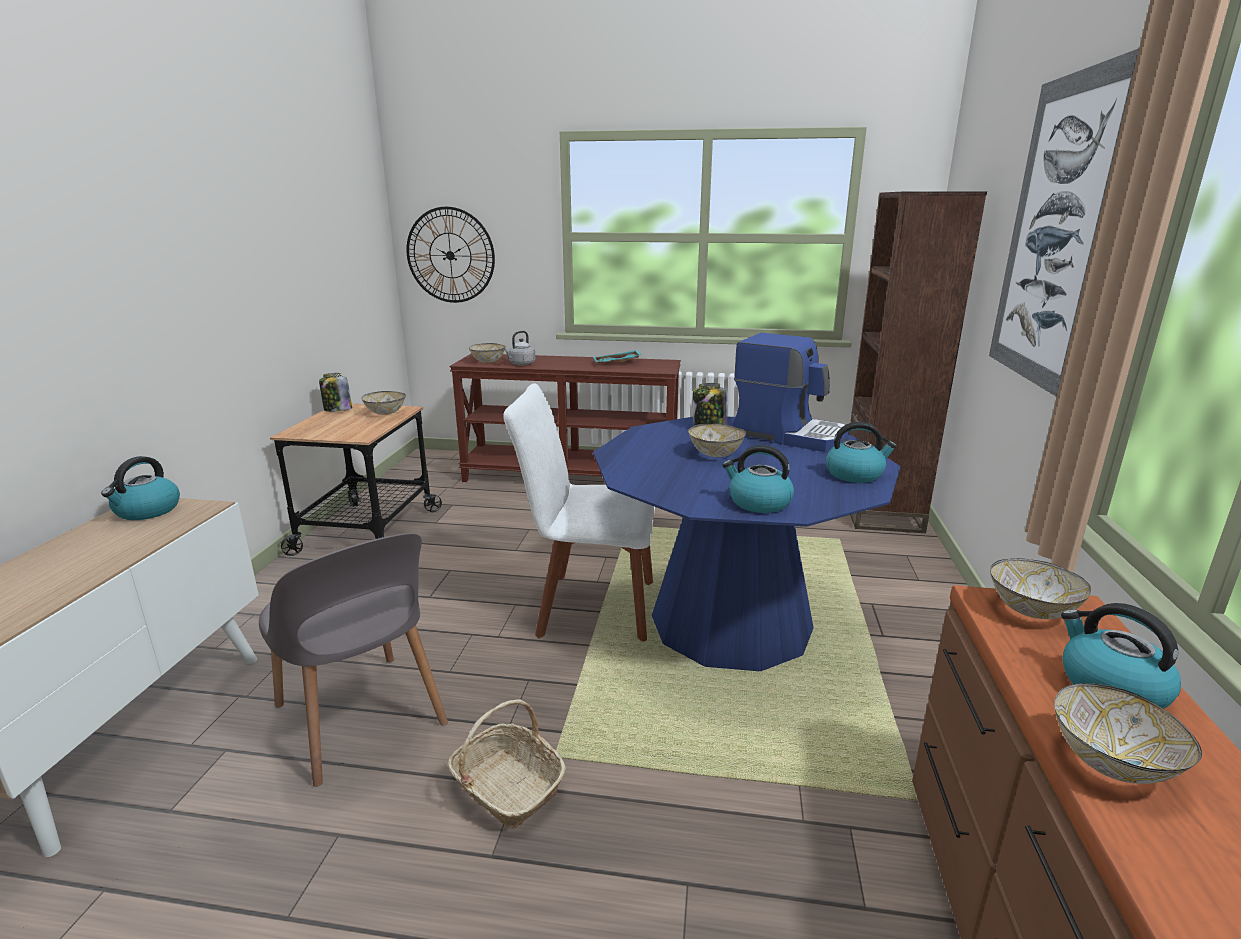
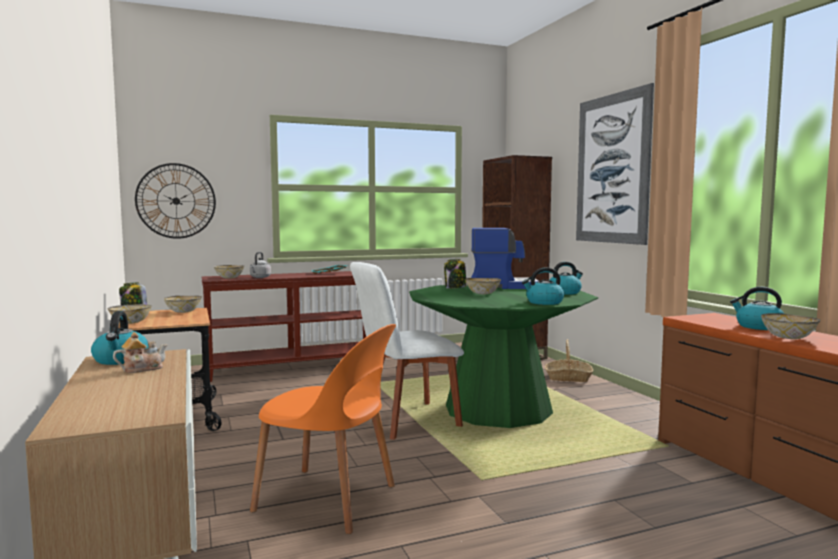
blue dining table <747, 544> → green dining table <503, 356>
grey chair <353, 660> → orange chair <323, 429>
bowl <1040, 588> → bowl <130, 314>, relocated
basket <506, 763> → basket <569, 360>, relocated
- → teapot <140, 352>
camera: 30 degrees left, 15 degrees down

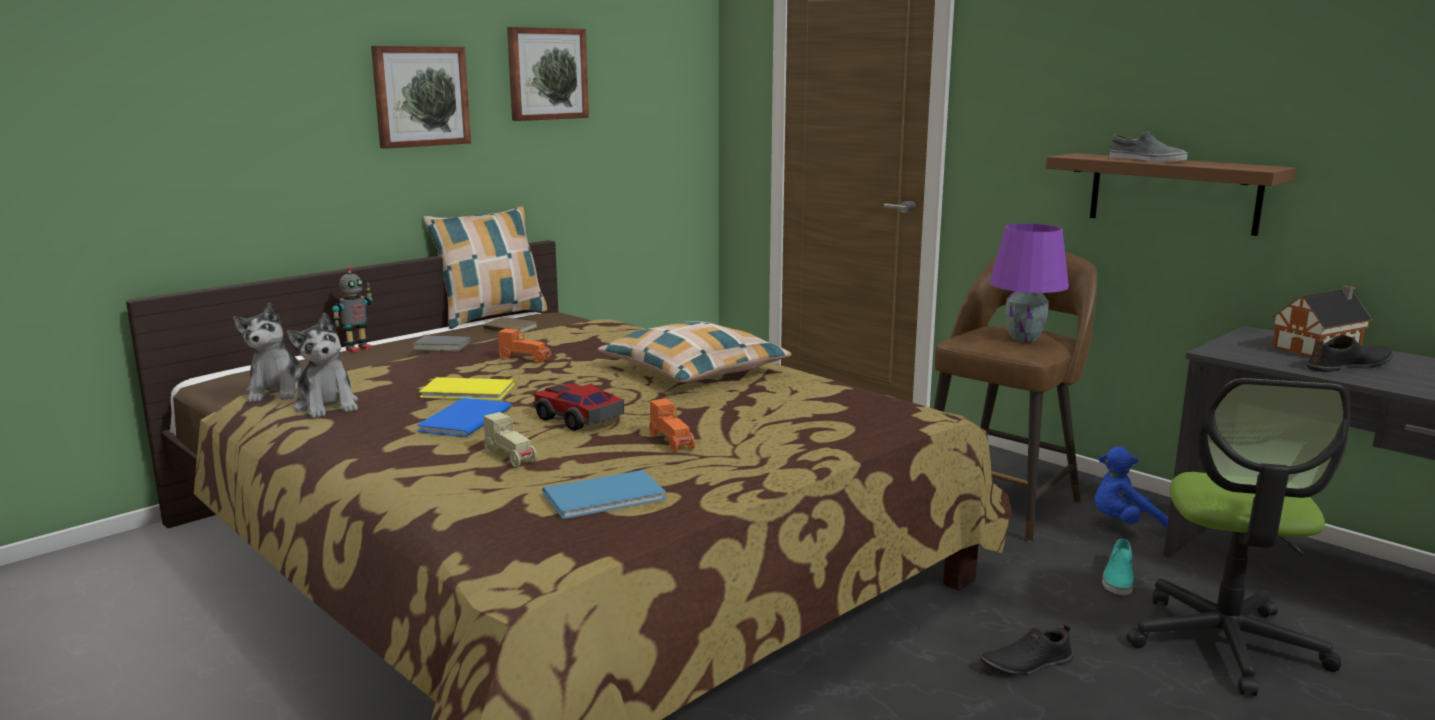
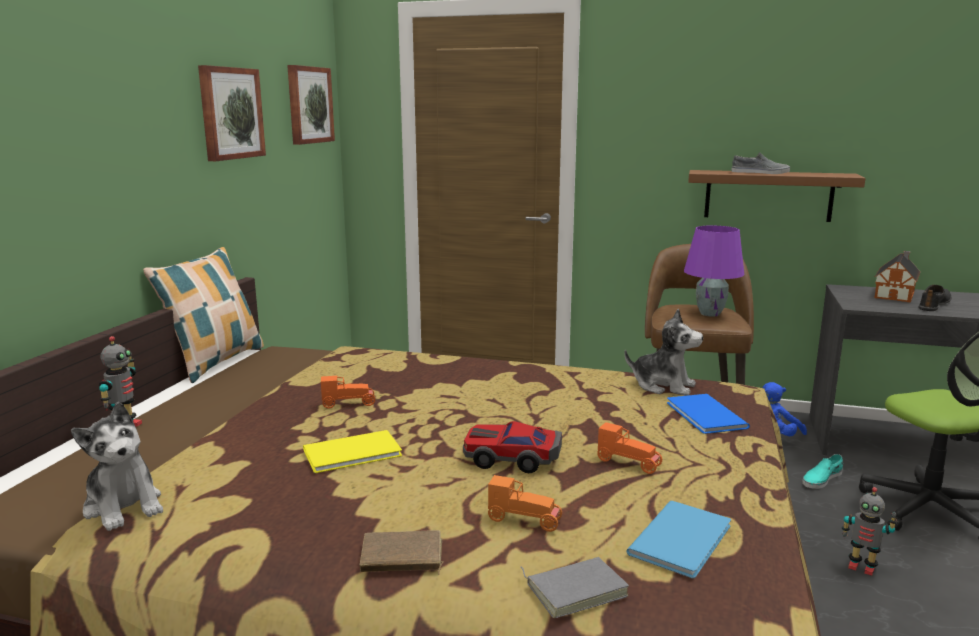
picture <421, 97> → picture <311, 105>, relocated
plush toy <322, 365> → plush toy <663, 352>, relocated
brown book <510, 325> → brown book <402, 552>, relocated
pillow <694, 352> → -
grey book <441, 342> → grey book <575, 587>, relocated
blue book <464, 417> → blue book <708, 414>, relocated
beige toy car <510, 440> → orange toy car <525, 503>
turquoise shoe <1118, 567> → turquoise shoe <822, 471>, 60 degrees clockwise
black shoe <1026, 649> → toy robot <869, 531>
camera: 30 degrees left, 0 degrees up

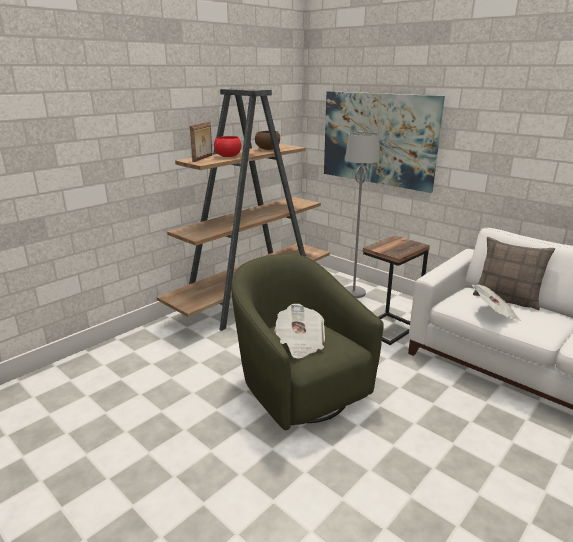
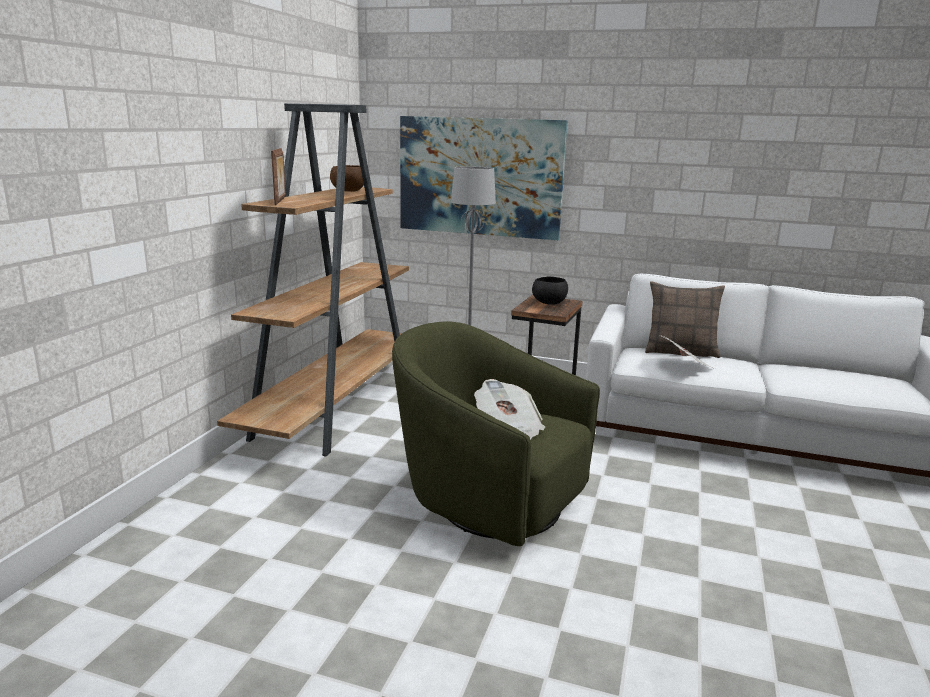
red bowl <227, 146> → -
- → black bowl <550, 291>
camera: 25 degrees left, 5 degrees down

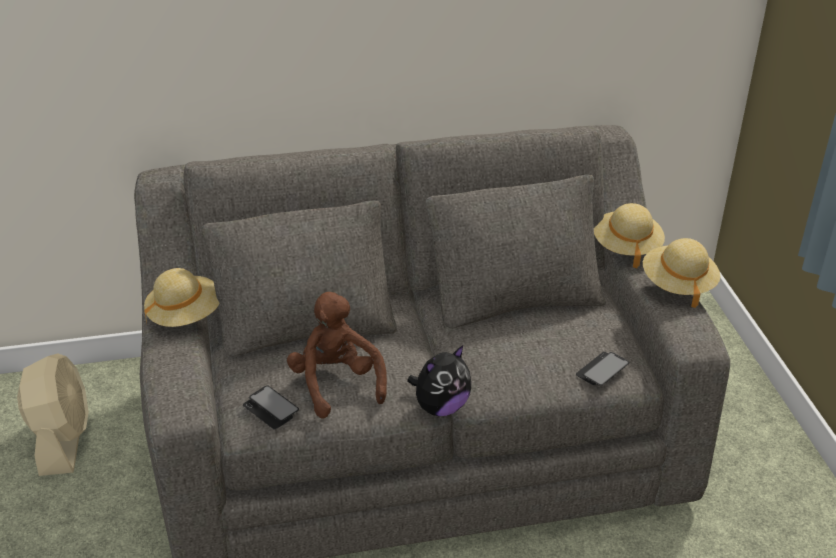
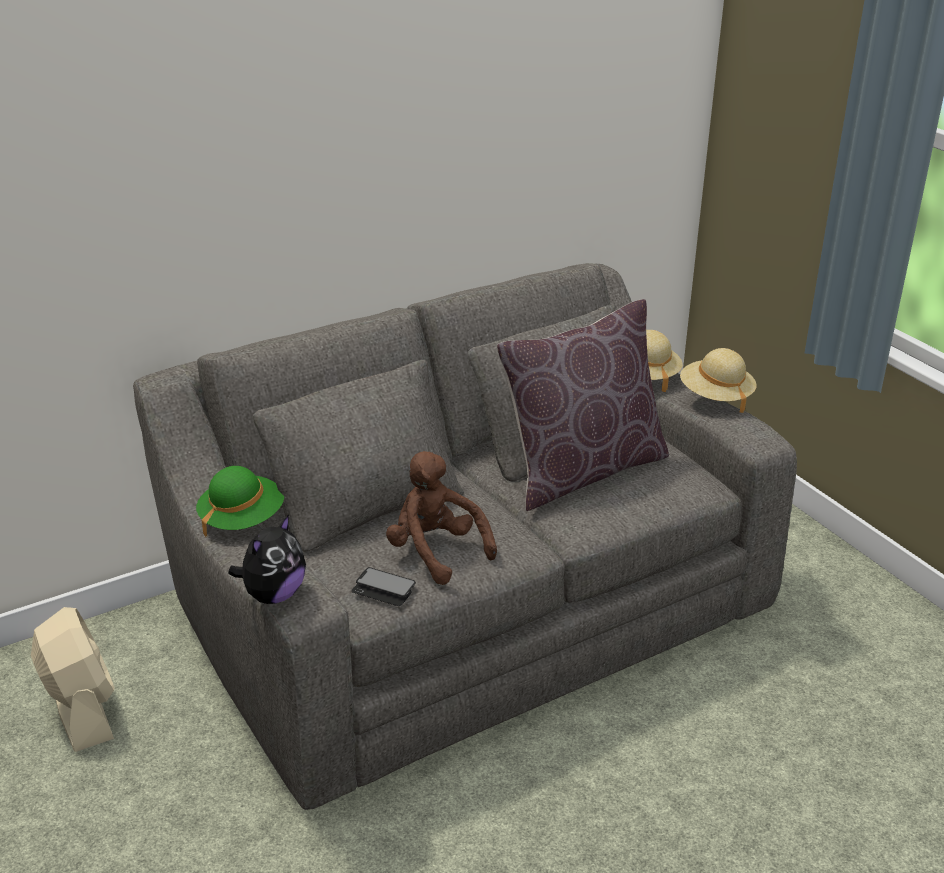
beige hat <182, 297> → green hat <240, 501>
plush toy <439, 380> → plush toy <267, 559>, relocated
phone <603, 369> → -
- → brown pillow <583, 405>
camera: 20 degrees left, 5 degrees down

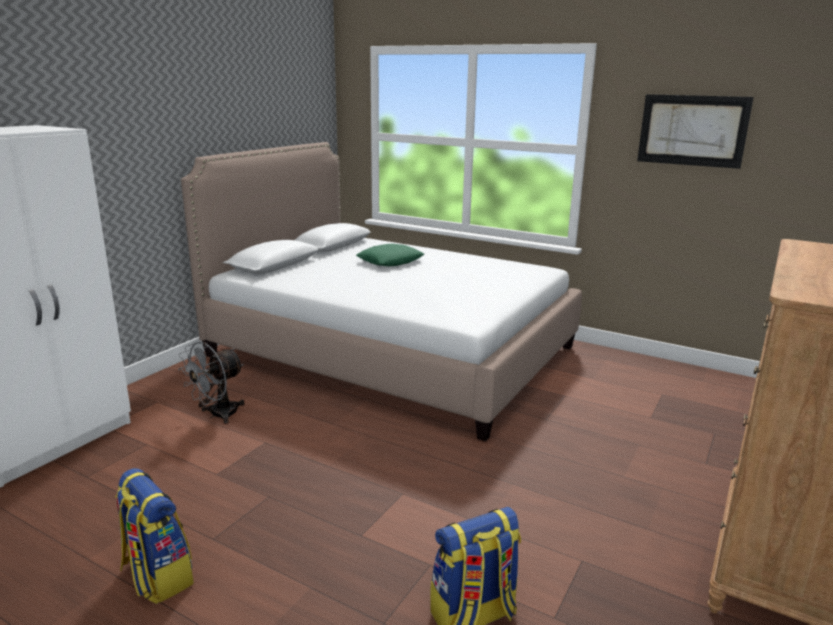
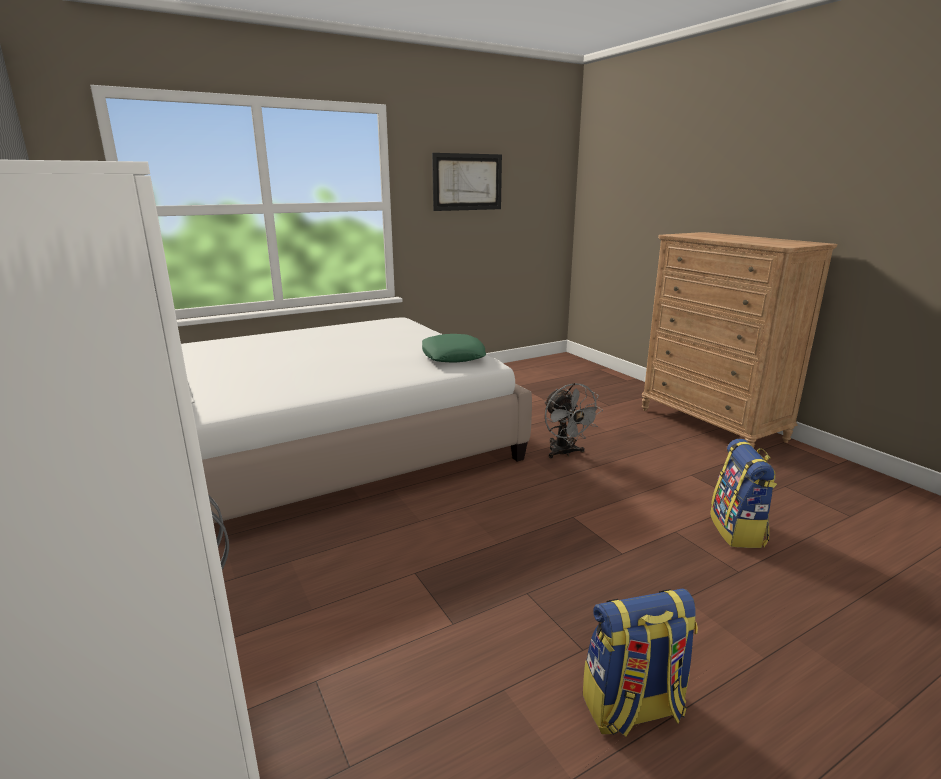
green pillow <390, 255> → green pillow <454, 348>, relocated
grey fan <211, 382> → grey fan <573, 420>, relocated
camera: 60 degrees left, 0 degrees up

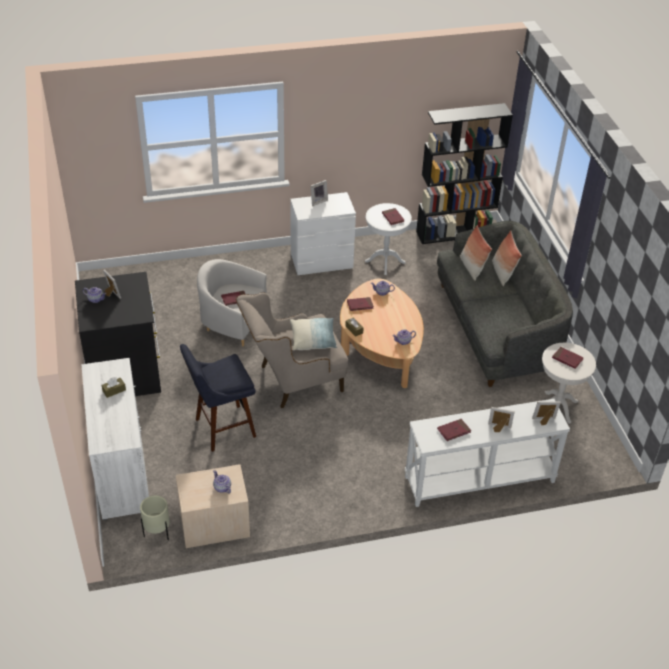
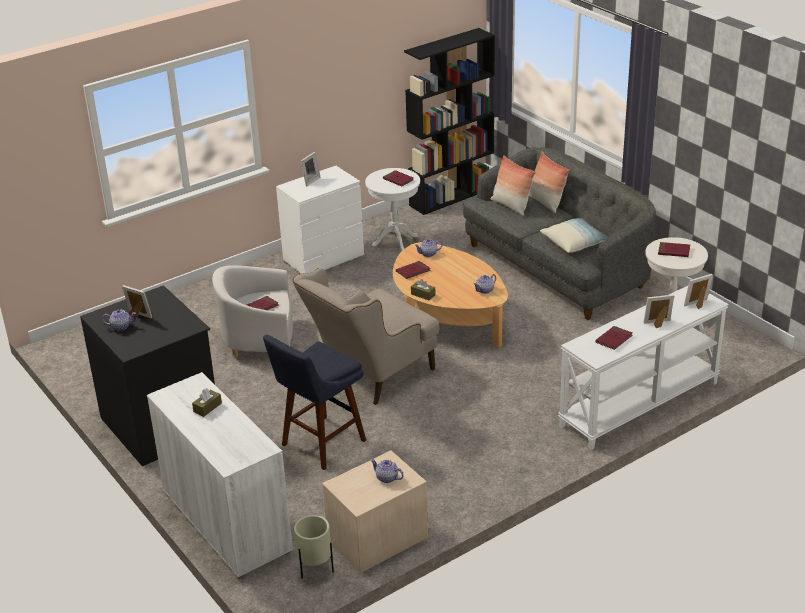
pillow <313, 334> → pillow <573, 235>, relocated
camera: 20 degrees left, 10 degrees down

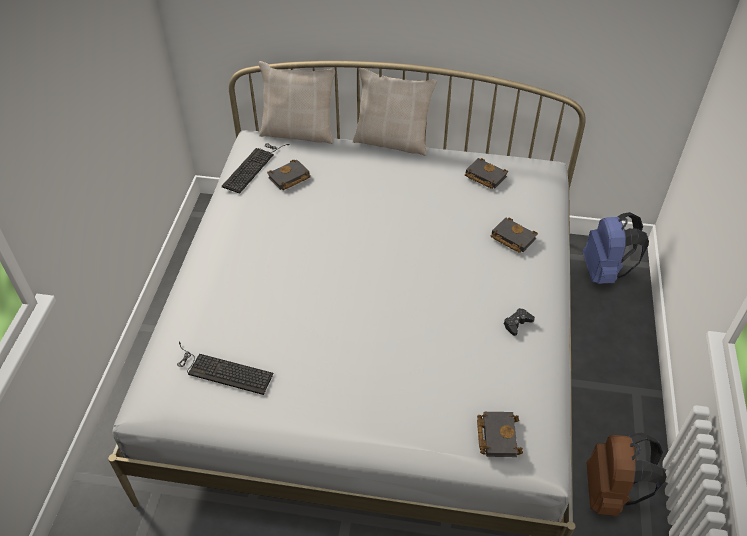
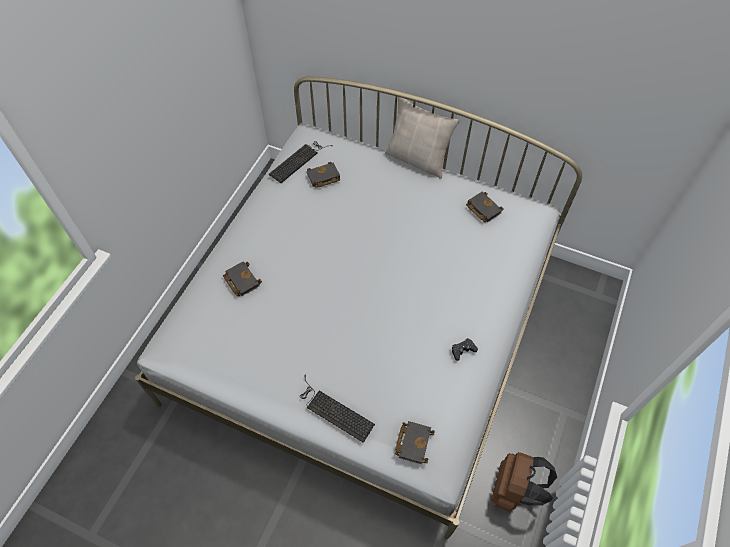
beige pillow <297, 102> → -
blue backpack <616, 248> → -
black book <514, 235> → black book <242, 279>, relocated
keyboard <225, 368> → keyboard <337, 409>, relocated
camera: 15 degrees right, 10 degrees up

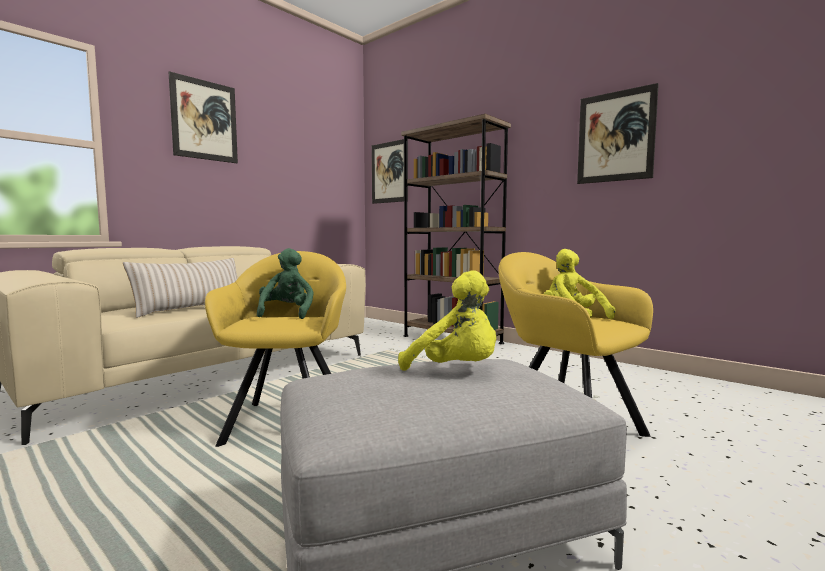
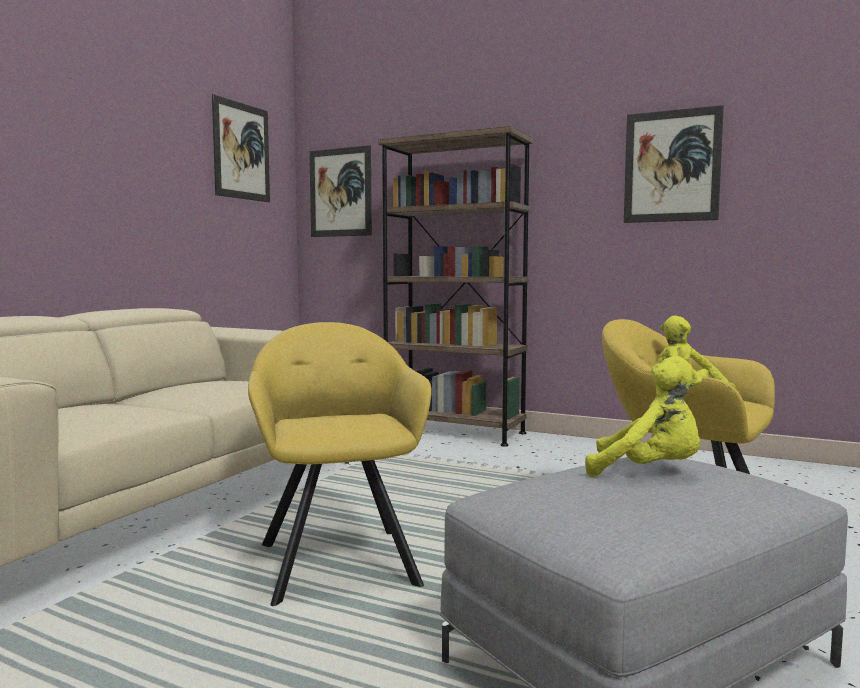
picture <203, 117> → picture <241, 148>, relocated
green plush toy <285, 283> → -
beige pillow <180, 288> → -
camera: 15 degrees left, 0 degrees up

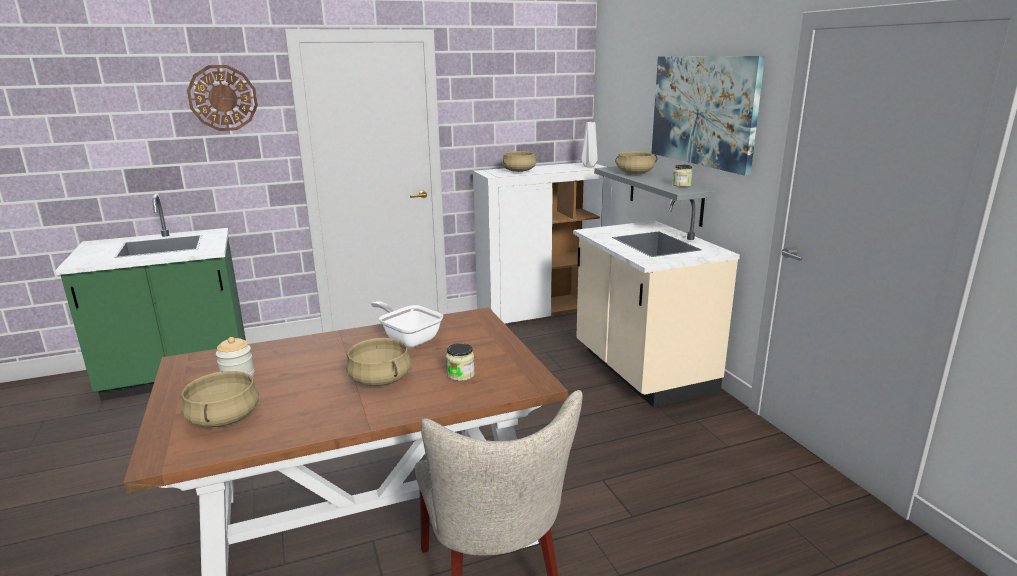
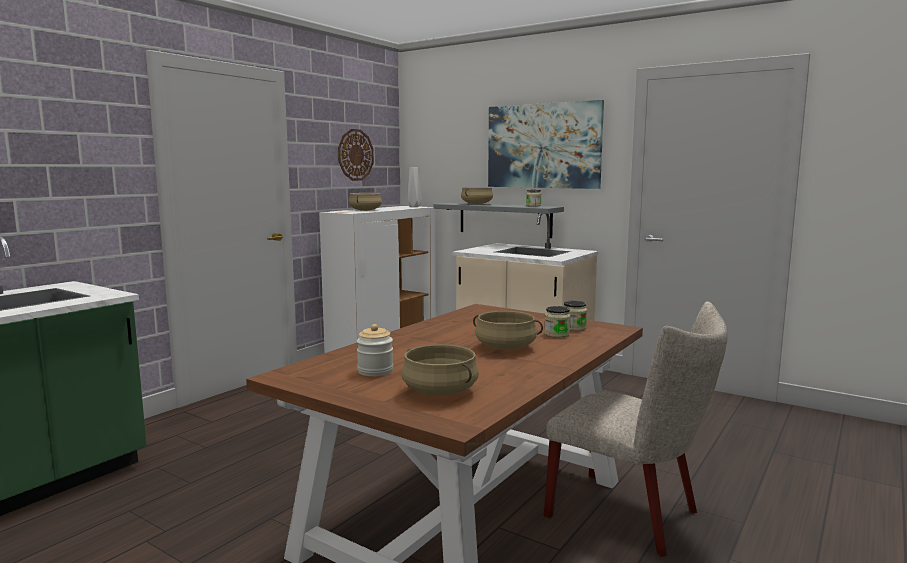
wall clock <222, 98> → wall clock <356, 155>, relocated
frying pan <407, 324> → -
- → jar <575, 316>
camera: 35 degrees left, 10 degrees down

